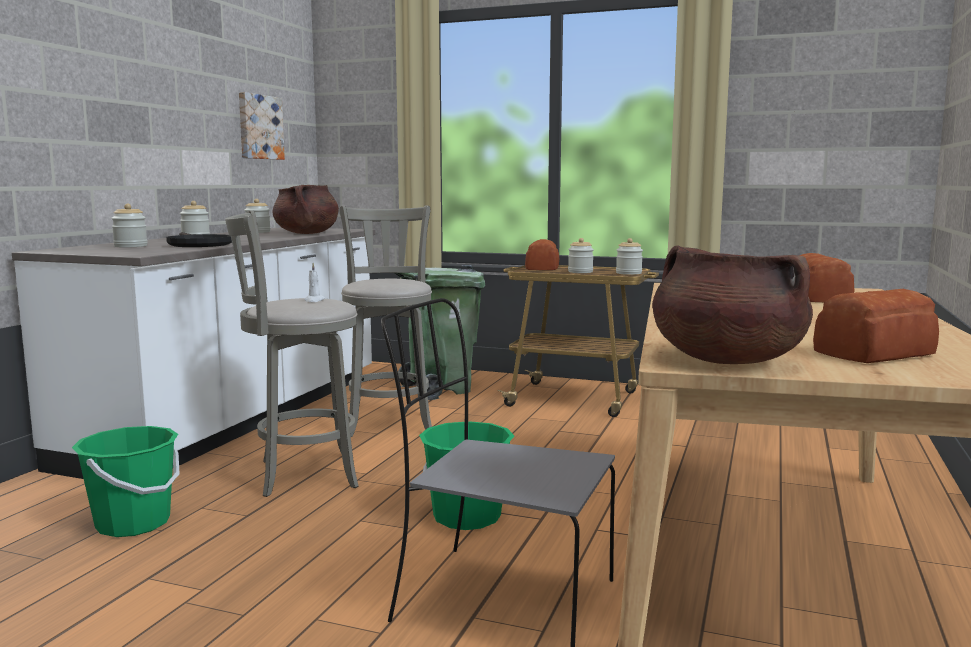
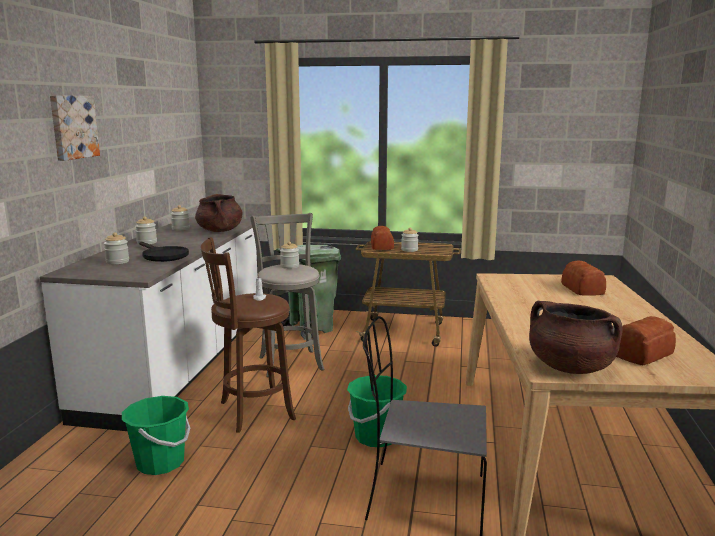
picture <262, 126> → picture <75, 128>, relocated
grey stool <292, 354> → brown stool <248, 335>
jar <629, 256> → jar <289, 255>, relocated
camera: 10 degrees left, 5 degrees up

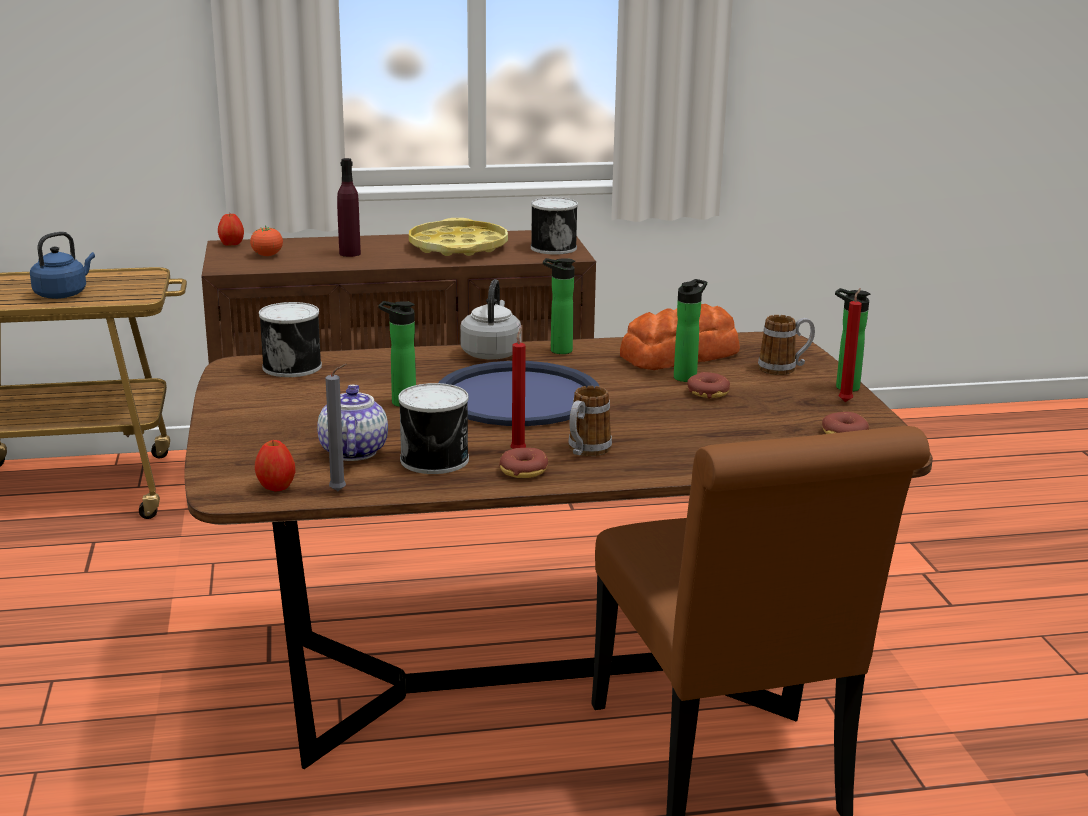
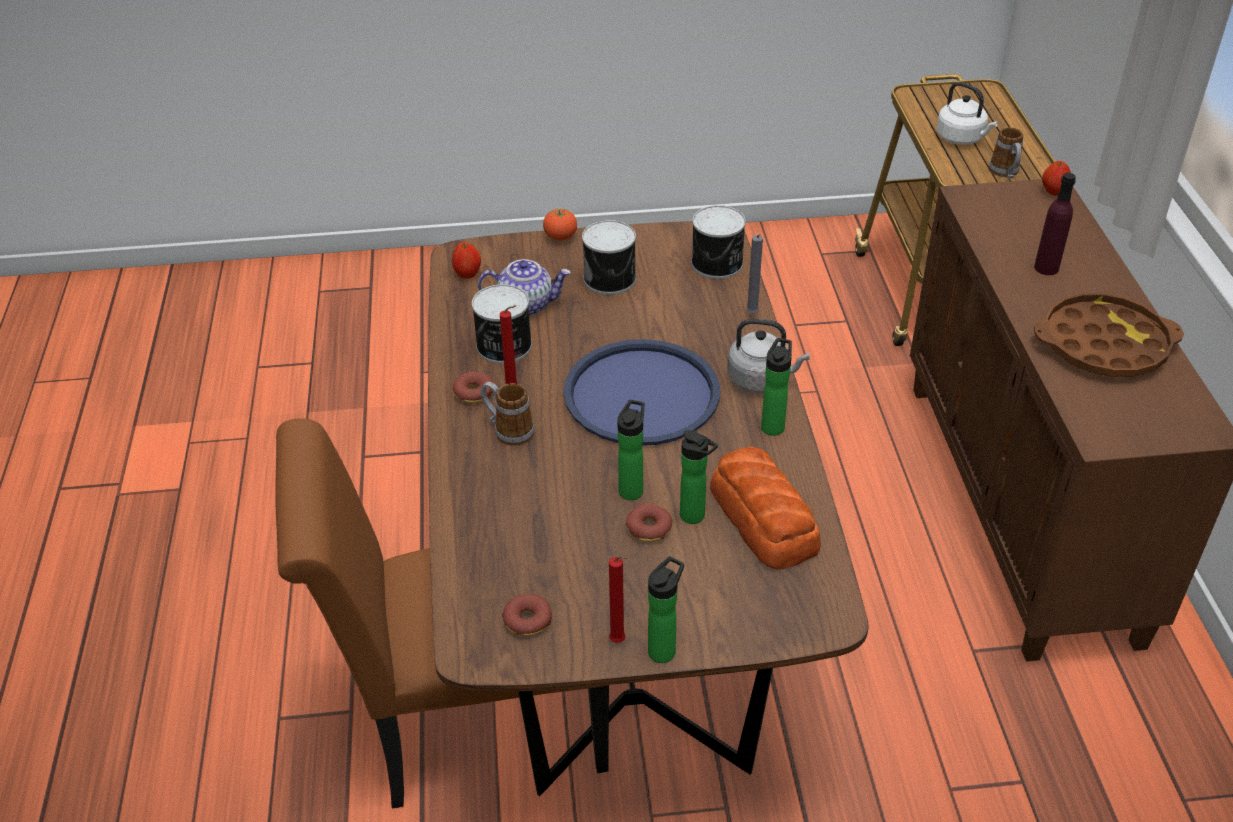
can <554, 226> → can <609, 257>, relocated
yellow tray <458, 237> → brown tray <1109, 335>
tomato <266, 240> → tomato <560, 225>, relocated
blue kettle <62, 265> → white kettle <967, 113>
bottle <397, 354> → bottle <631, 450>, relocated
mug <786, 345> → mug <1006, 152>, relocated
grey candle <336, 427> → grey candle <754, 274>, relocated
camera: 95 degrees right, 20 degrees up

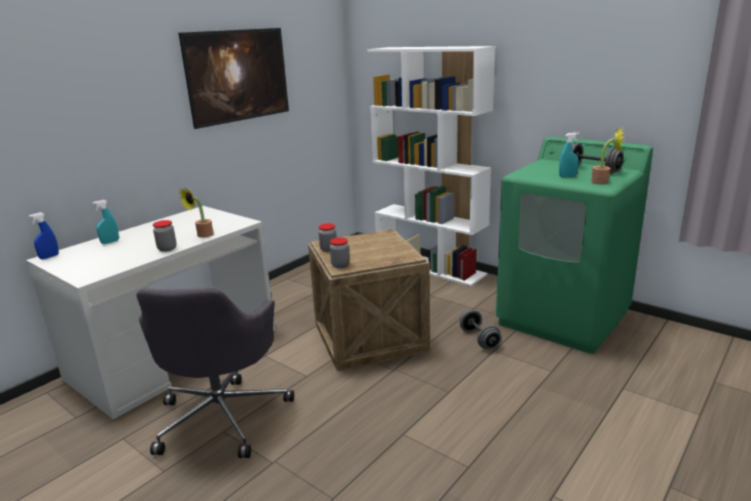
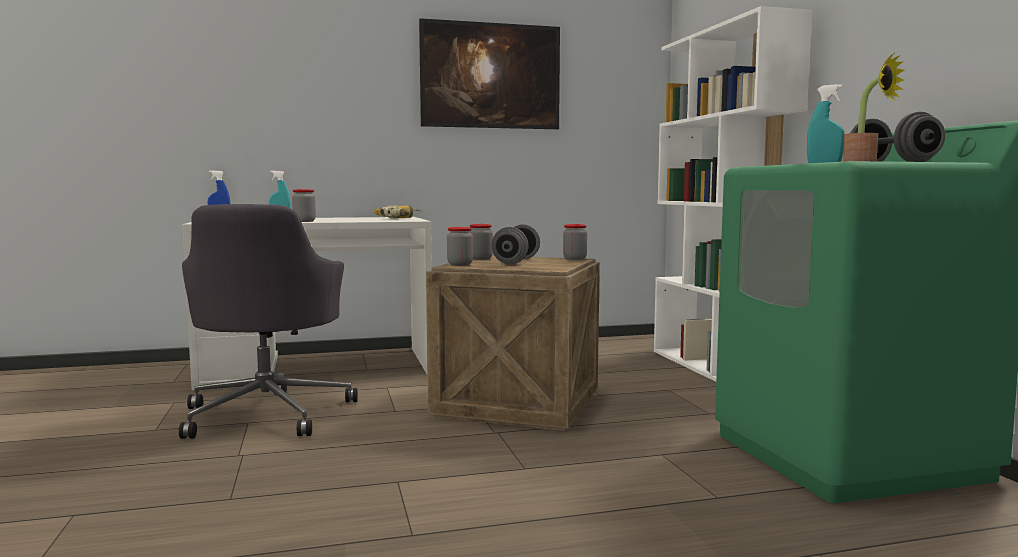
potted plant <196, 213> → -
grey office chair <215, 373> → grey office chair <268, 321>, 45 degrees counterclockwise
grey dumbbell <480, 329> → grey dumbbell <516, 244>, relocated
- → power drill <398, 211>
- → jar <575, 242>
camera: 35 degrees right, 15 degrees down

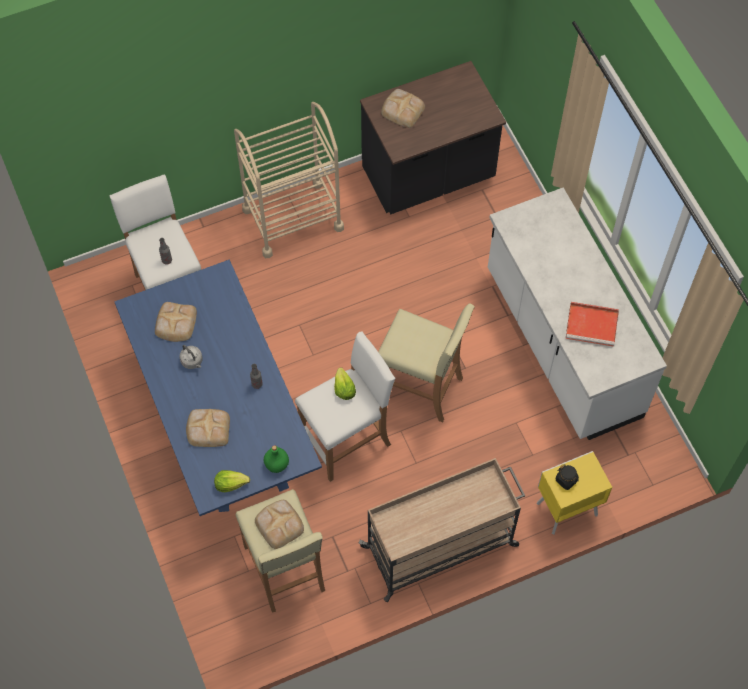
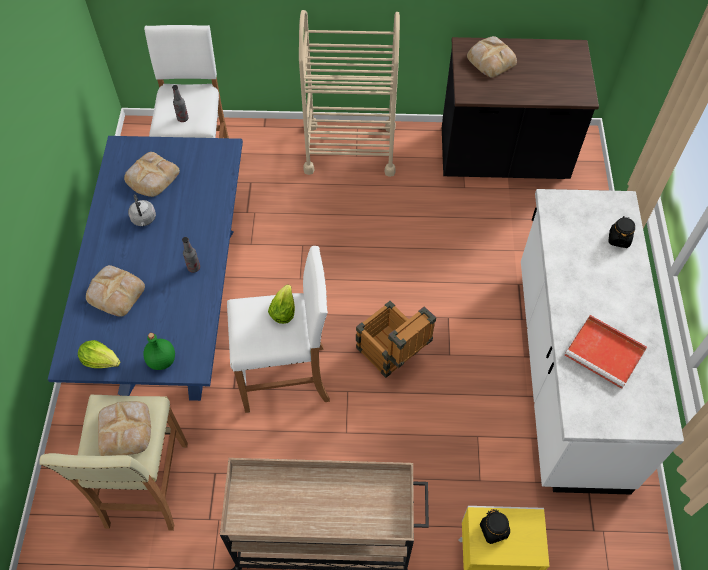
beige stool <426, 363> → crate <396, 339>
- → black jar <621, 232>
camera: 25 degrees right, 5 degrees down

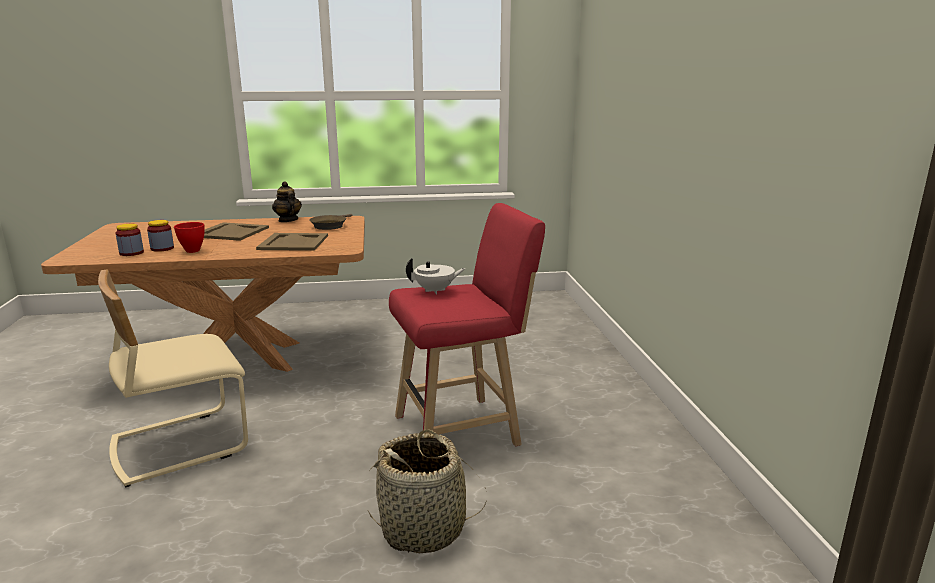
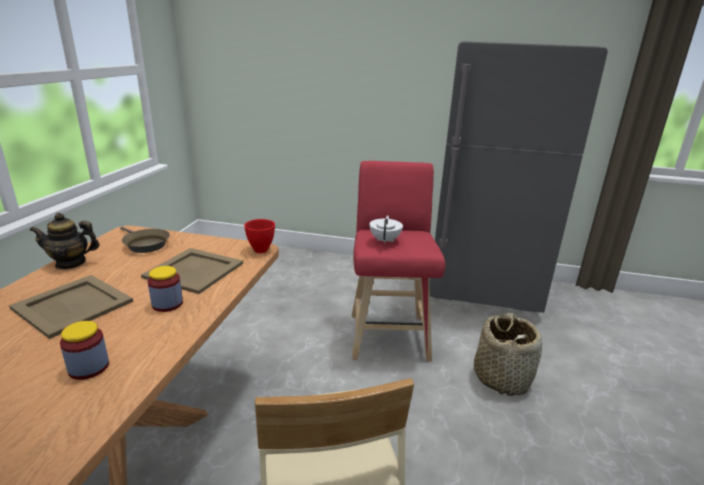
red bowl <189, 237> → red bowl <259, 236>, relocated
jar <130, 240> → jar <165, 289>, relocated
- → grey fridge <518, 177>
camera: 70 degrees left, 5 degrees up

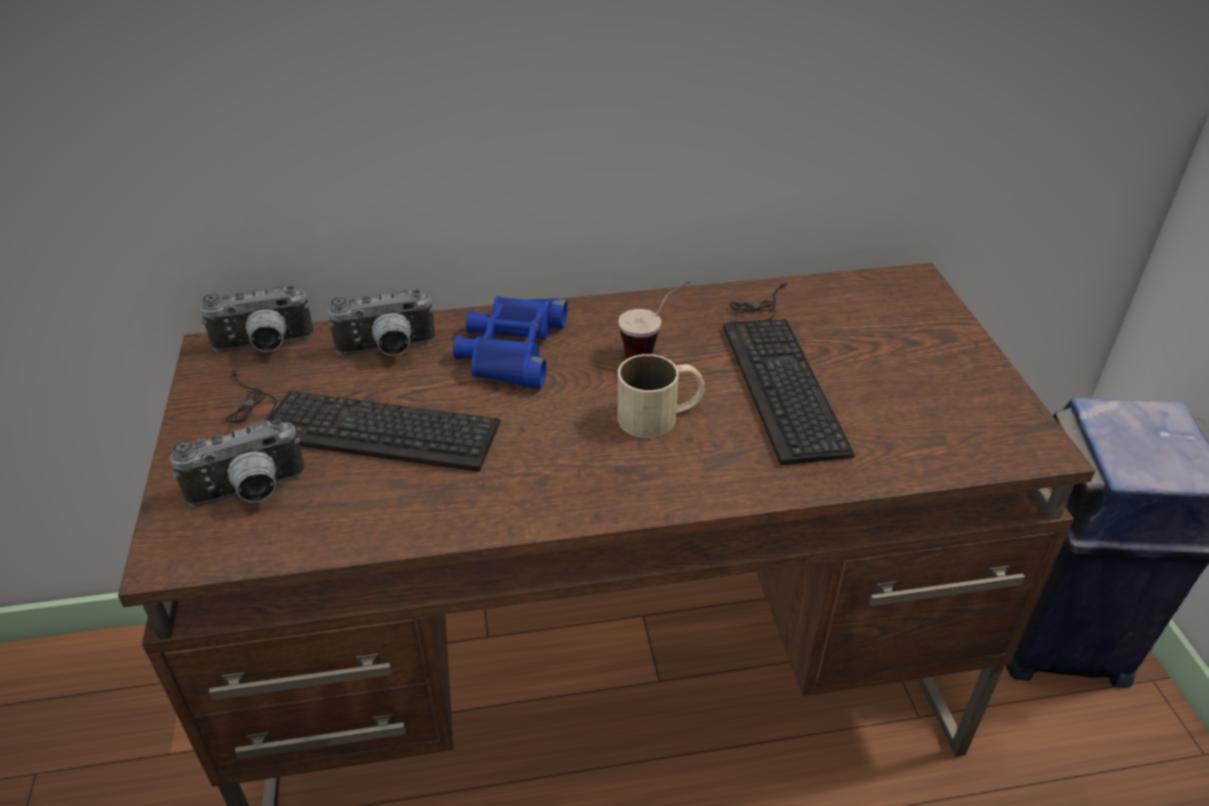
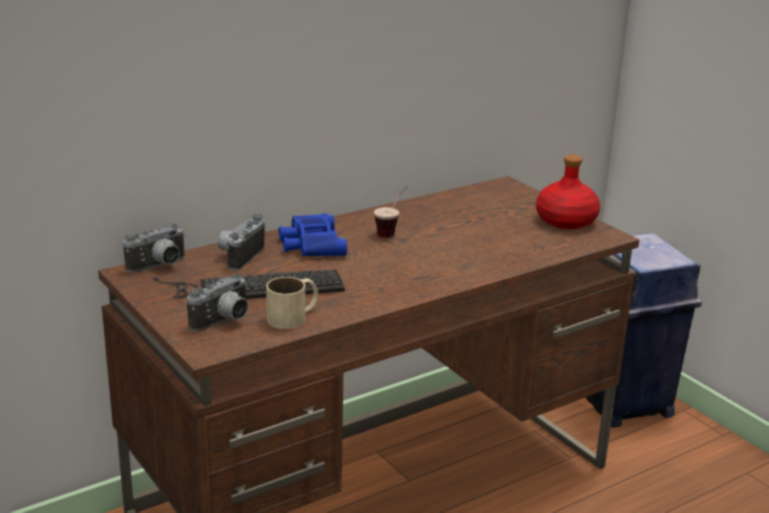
keyboard <789, 373> → -
photo camera <381, 322> → photo camera <241, 242>, 150 degrees clockwise
beige mug <661, 396> → beige mug <292, 303>, relocated
- → red bottle <568, 191>
camera: 25 degrees left, 15 degrees down

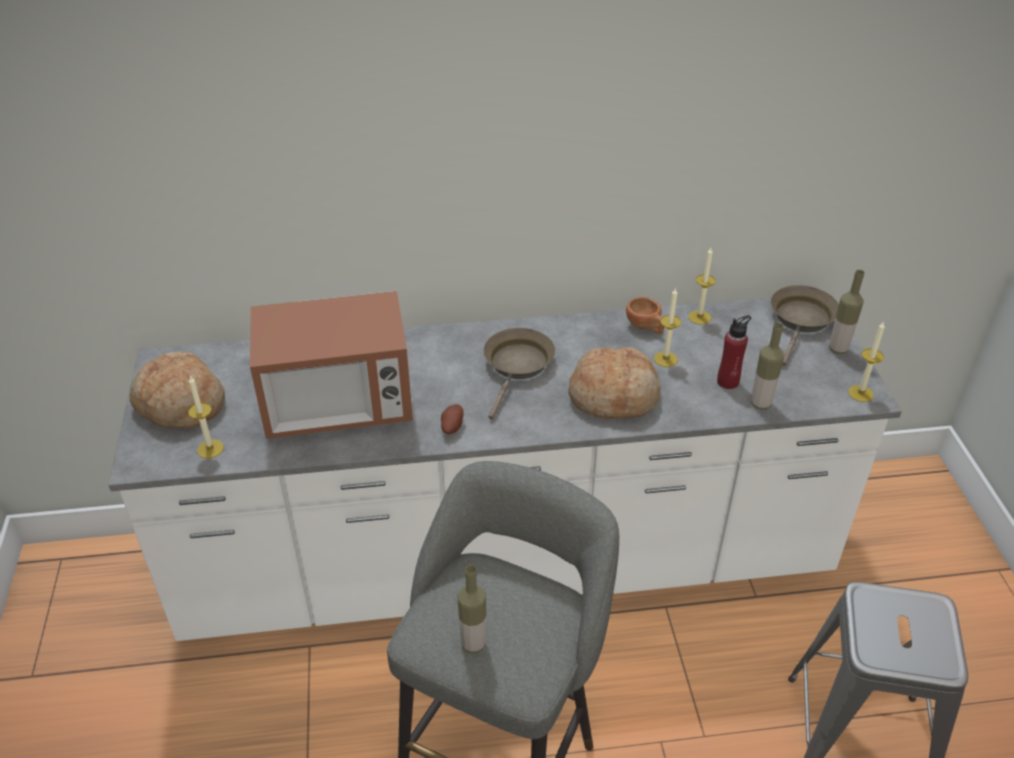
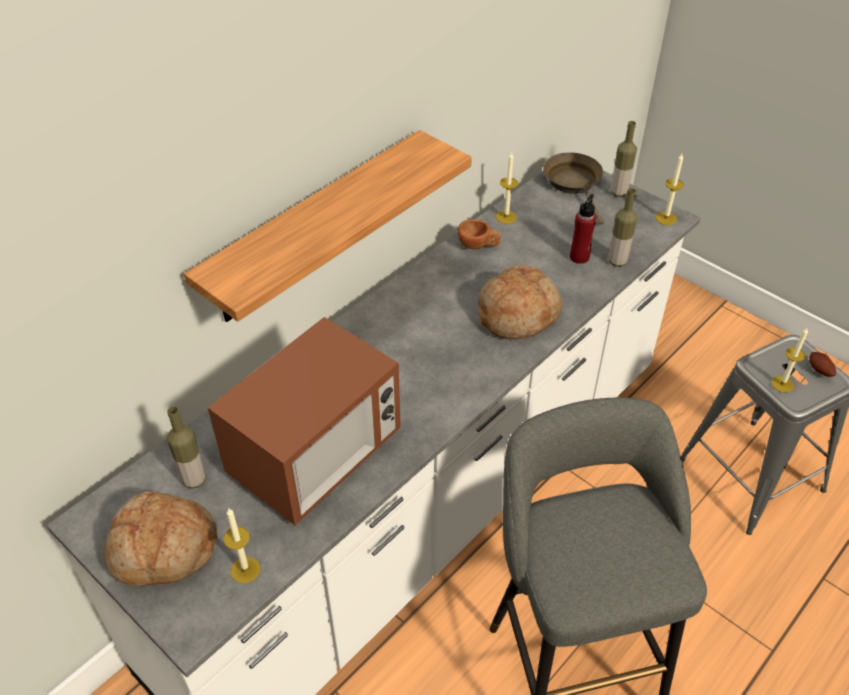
candle <667, 327> → candle <790, 360>, relocated
brown frying pan <519, 374> → -
potato <452, 419> → potato <823, 364>, relocated
bottle <471, 609> → bottle <186, 447>, relocated
- → shelf <328, 226>
camera: 40 degrees left, 5 degrees up

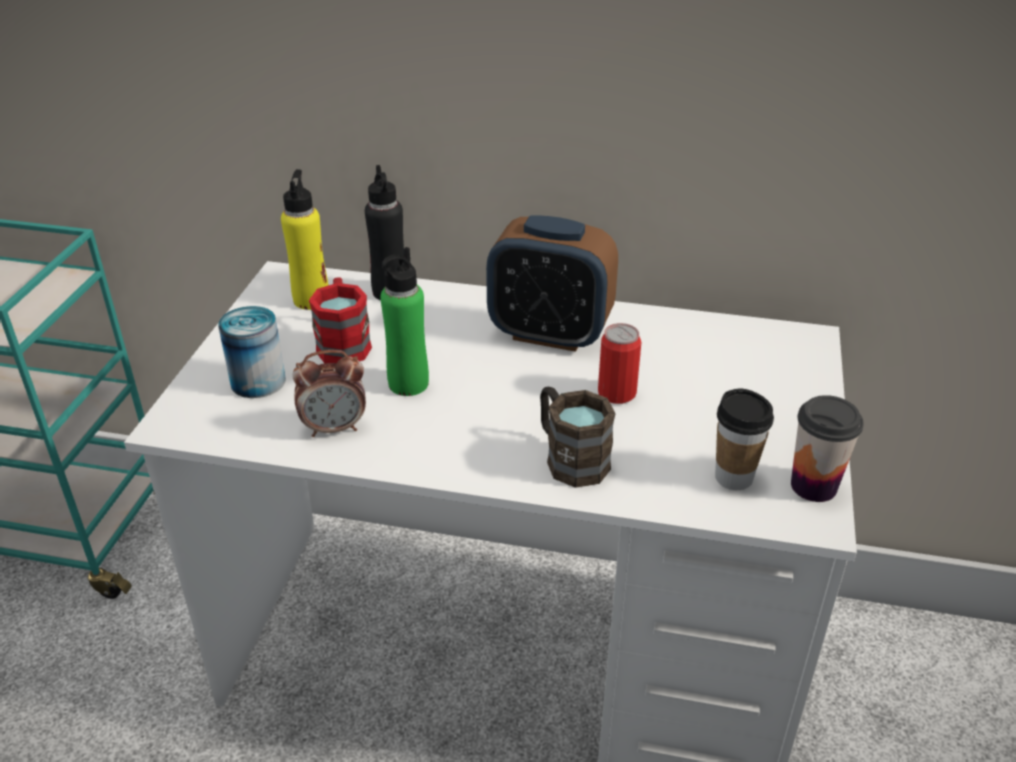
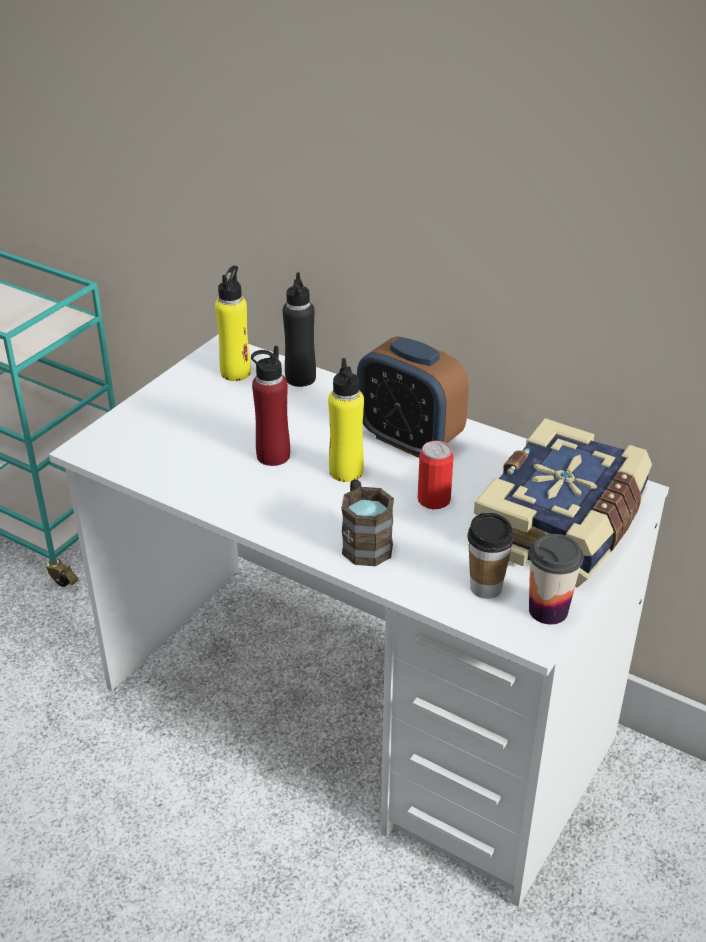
green bottle <404, 321> → red bottle <270, 406>
red mug <340, 320> → -
can <252, 352> → -
alarm clock <329, 393> → -
- → yellow bottle <346, 420>
- → book <563, 503>
camera: 20 degrees right, 0 degrees up

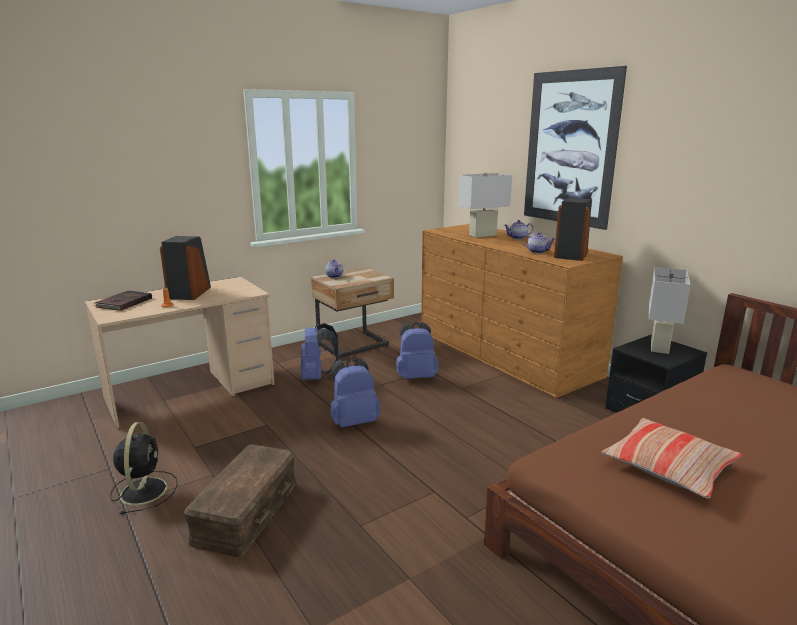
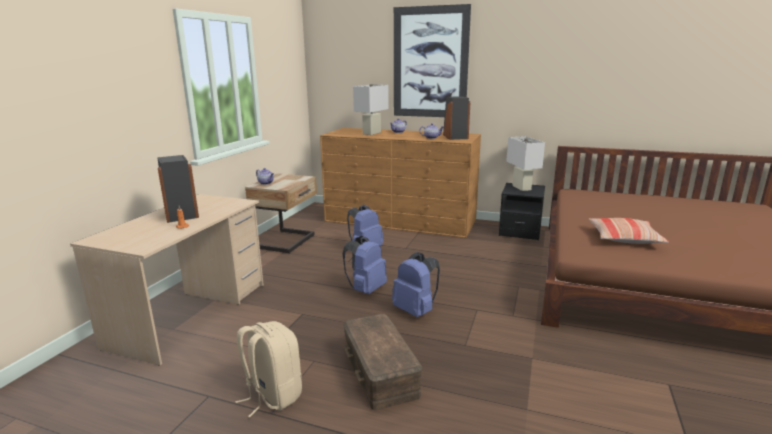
brown book <122, 300> → -
blue backpack <320, 351> → blue backpack <416, 284>, relocated
black fan <144, 468> → beige backpack <268, 369>
camera: 35 degrees left, 0 degrees up

